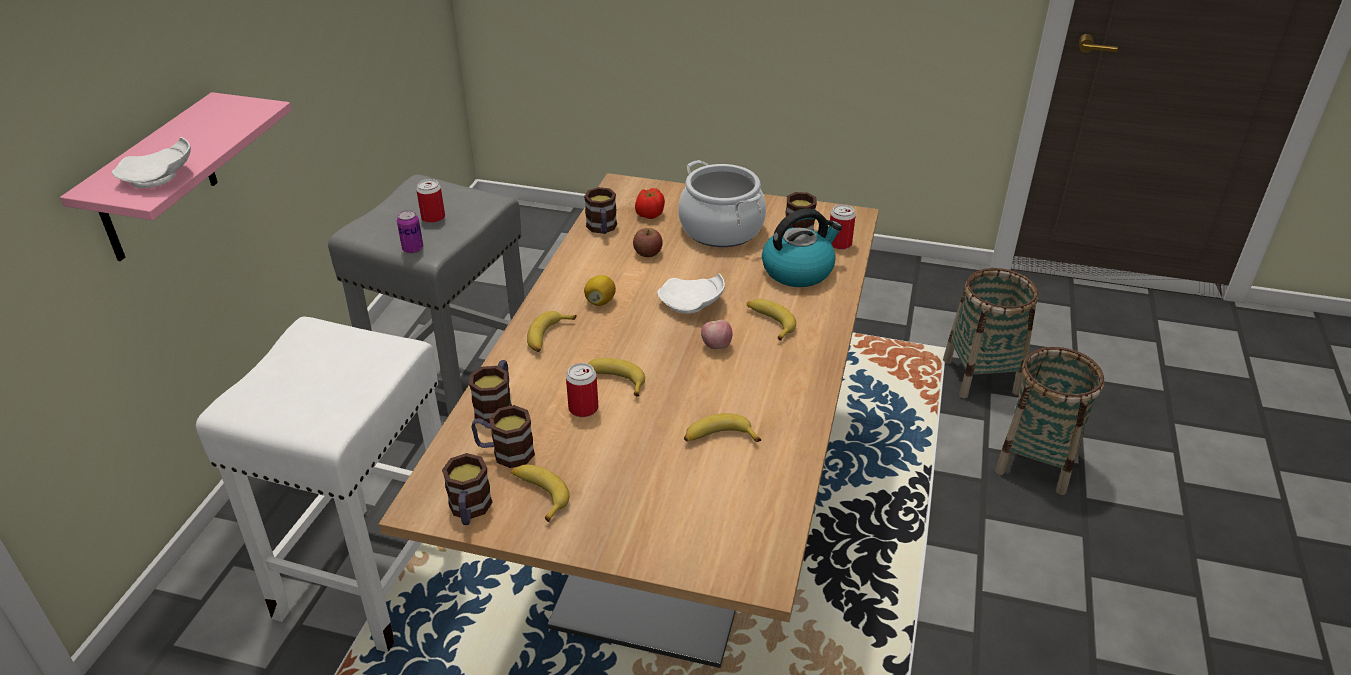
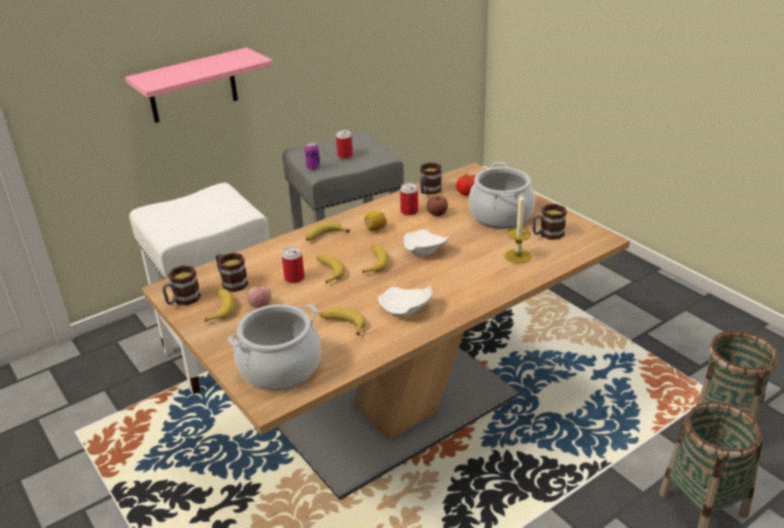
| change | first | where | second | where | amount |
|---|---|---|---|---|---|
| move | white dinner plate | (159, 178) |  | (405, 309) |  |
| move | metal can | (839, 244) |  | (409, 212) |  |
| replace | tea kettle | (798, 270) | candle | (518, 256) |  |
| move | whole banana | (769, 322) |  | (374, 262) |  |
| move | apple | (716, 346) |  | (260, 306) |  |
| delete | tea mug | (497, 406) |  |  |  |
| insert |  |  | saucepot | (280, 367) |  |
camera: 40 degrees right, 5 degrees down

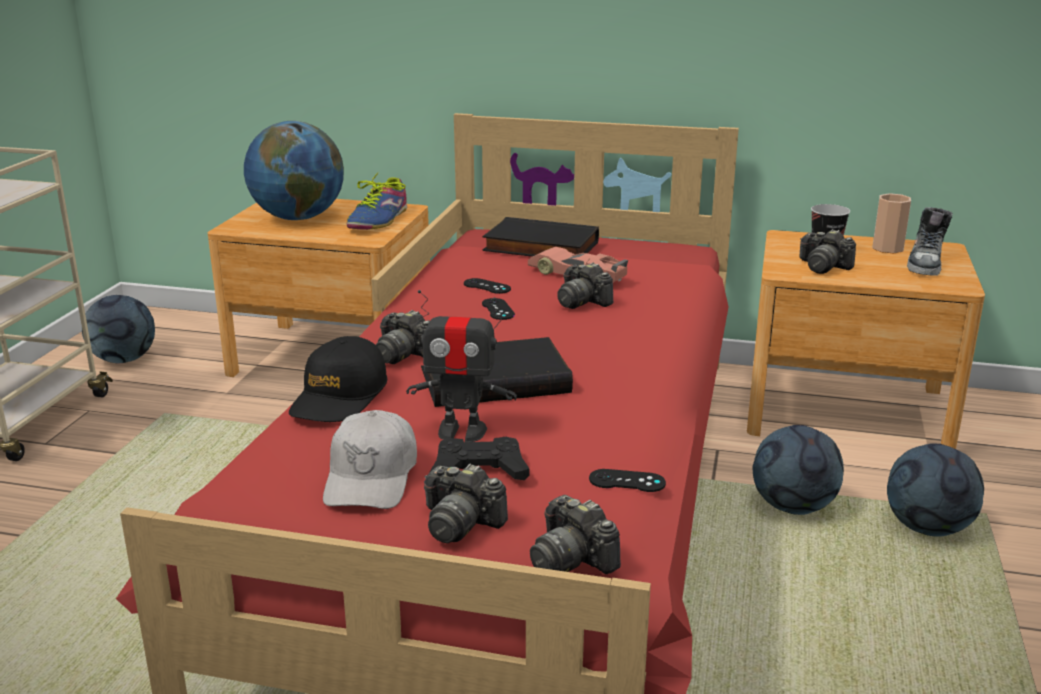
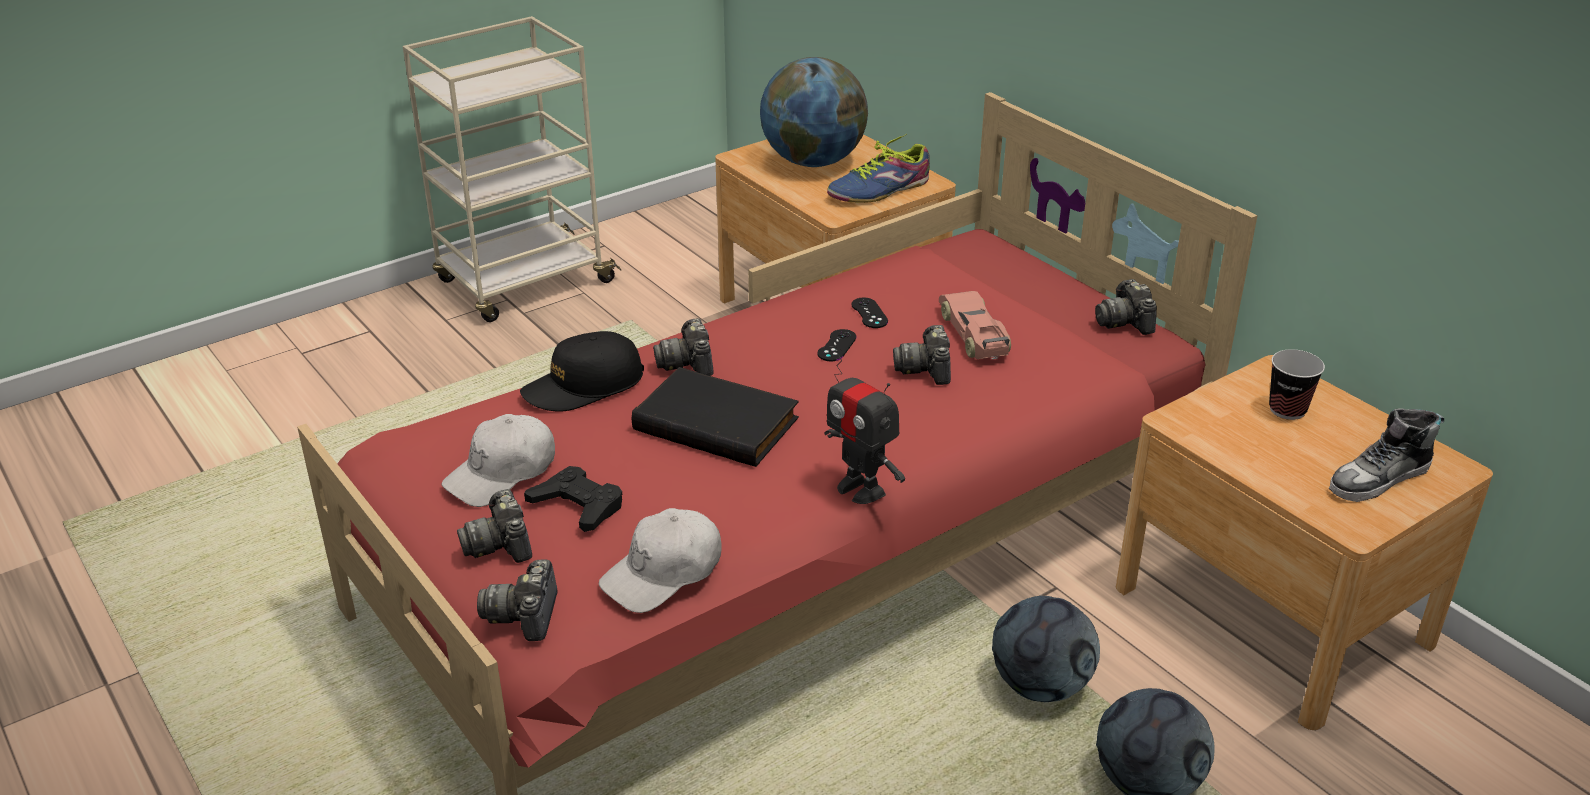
| change | first | where | second | where | amount |
|---|---|---|---|---|---|
| delete | cup | (887, 248) |  |  |  |
| delete | black book | (539, 247) |  |  |  |
| move | photo camera | (823, 267) |  | (1125, 322) |  |
| move | model robot | (461, 432) |  | (861, 489) |  |
| delete | football ball | (123, 359) |  |  |  |
| replace | black gamepad | (627, 481) | white cap | (663, 573) |  |
camera: 40 degrees right, 10 degrees up

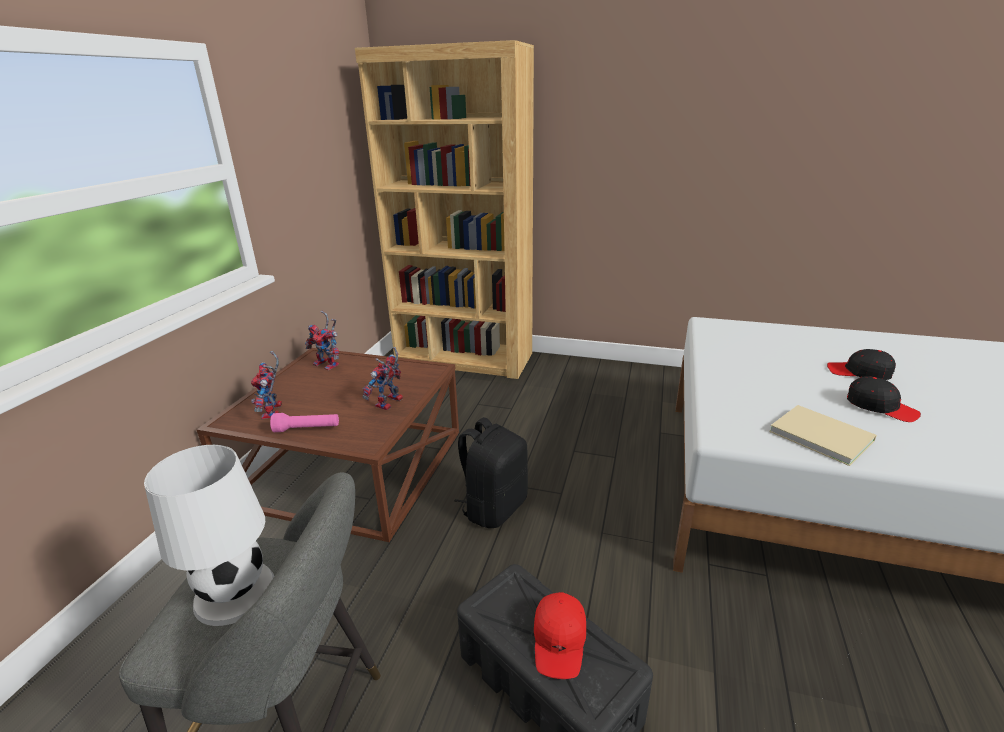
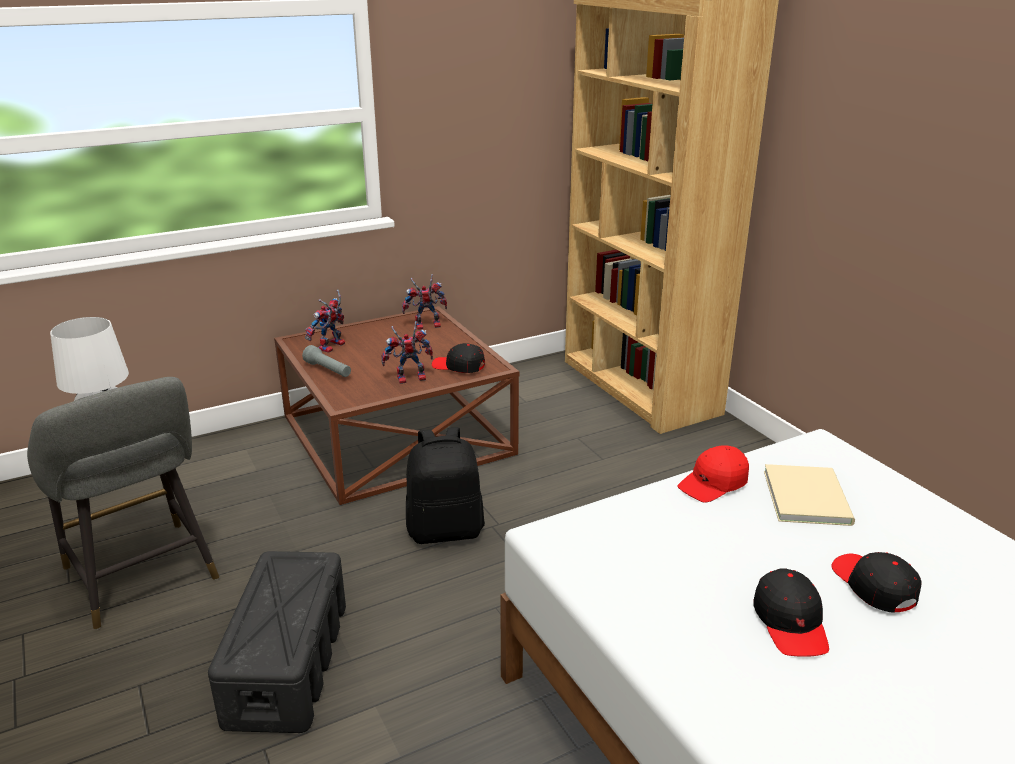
| change | first | where | second | where | amount |
|---|---|---|---|---|---|
| rotate | model robot | (329, 364) |  | (425, 327) | 90 degrees clockwise |
| move | beige book | (819, 434) |  | (808, 496) |  |
| recolor | pink hand torch | (307, 429) | grey hand torch | (328, 370) |  |
| move | red-coloured cap | (559, 641) |  | (713, 483) |  |
| insert |  |  | black cap | (459, 366) |  |
camera: 45 degrees right, 0 degrees up

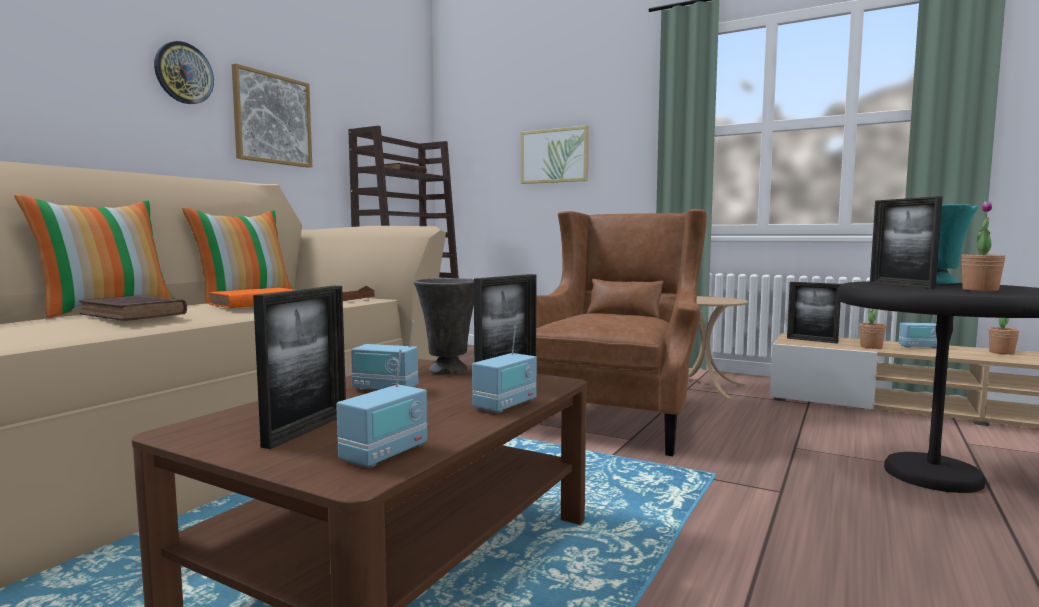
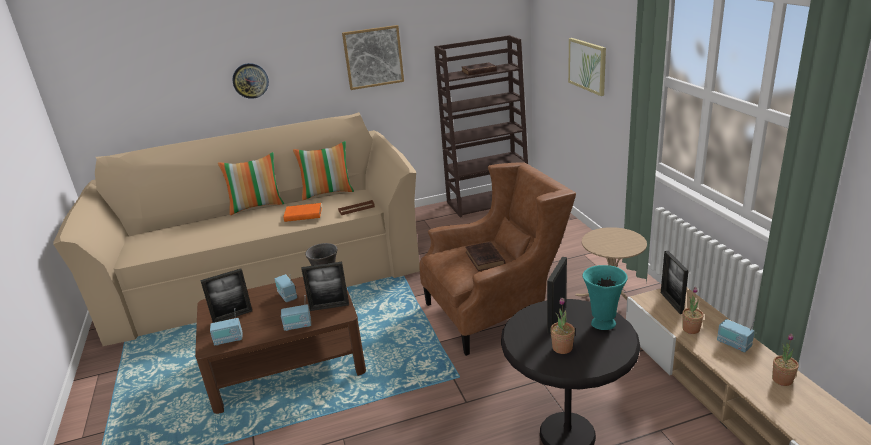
| change | first | where | second | where | amount |
|---|---|---|---|---|---|
| move | wall clock | (183, 73) |  | (250, 80) |  |
| move | brown-coloured book | (135, 314) |  | (485, 259) |  |
camera: 45 degrees right, 20 degrees up

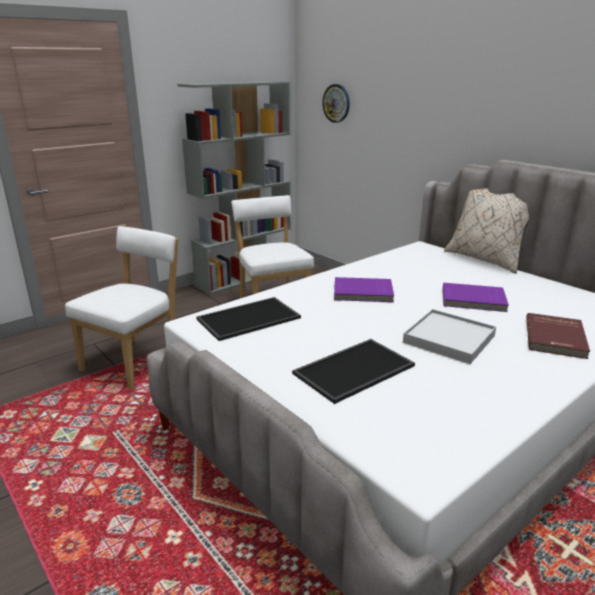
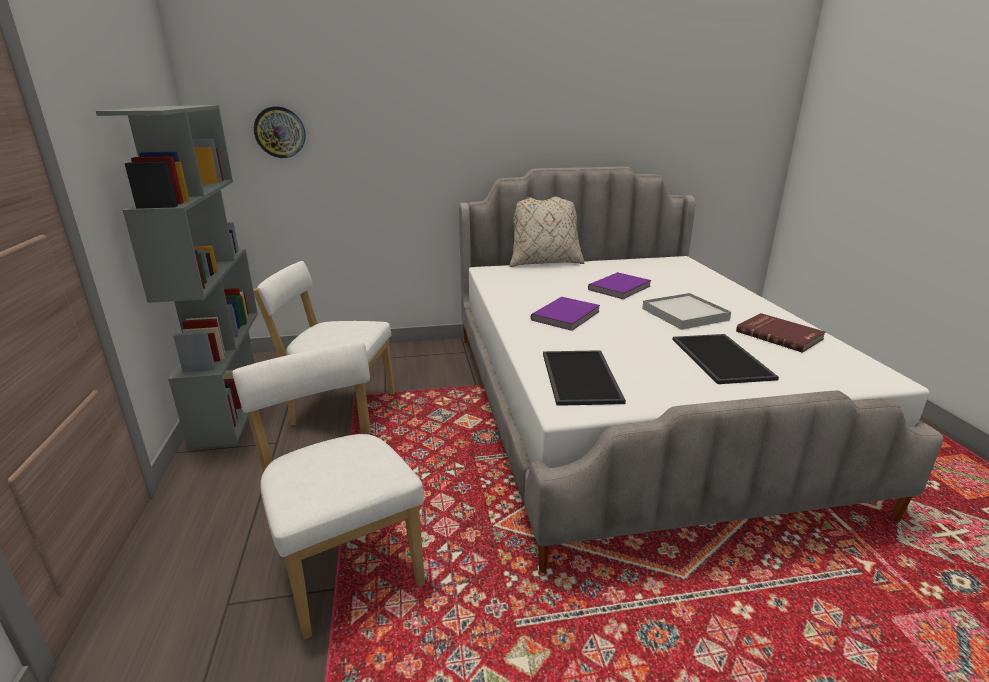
| change | first | where | second | where | amount |
|---|---|---|---|---|---|
| move | red-coloured book | (556, 338) |  | (779, 335) |  |
camera: 60 degrees left, 0 degrees up

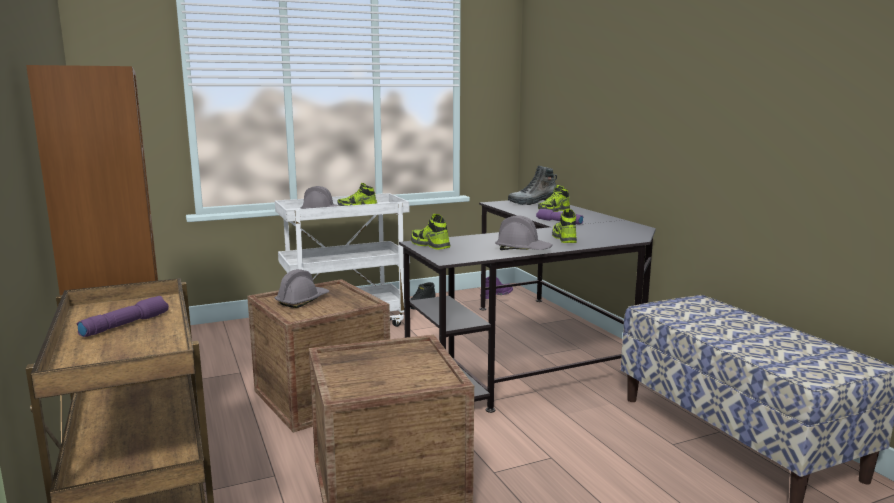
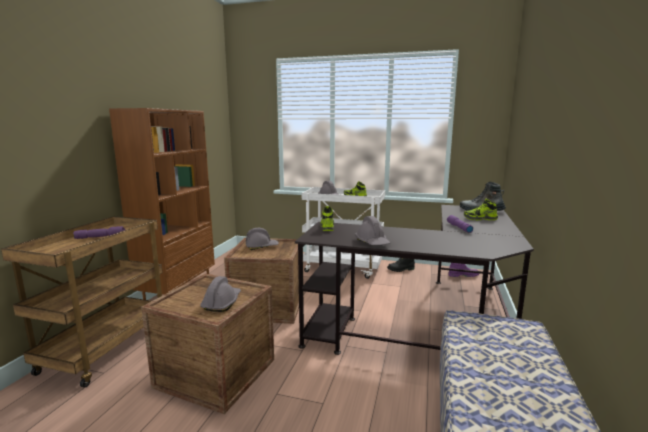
| change | first | where | second | where | amount |
|---|---|---|---|---|---|
| delete | item of footwear | (564, 238) |  |  |  |
| insert |  |  | grey safety helmet | (222, 303) |  |
camera: 40 degrees right, 0 degrees up

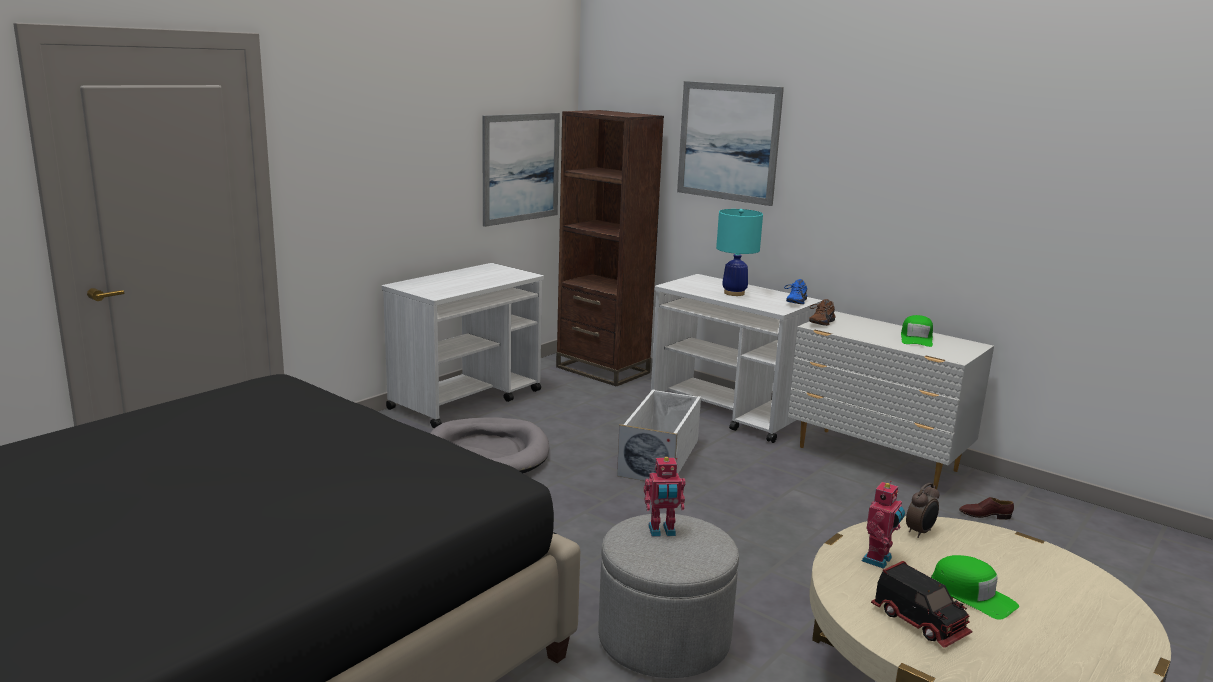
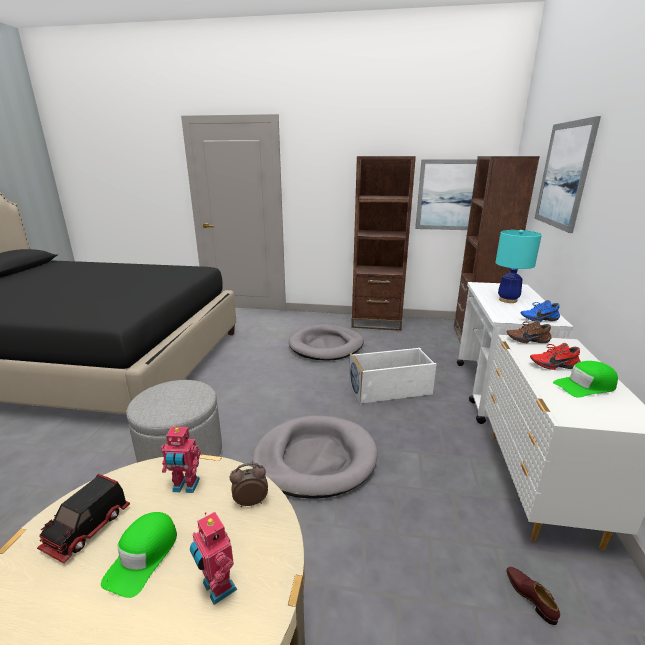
| change | first | where | second | where | amount |
|---|---|---|---|---|---|
| replace | white cart | (467, 399) | brown-coloured bookshelf | (376, 322) |  |
| move | model robot | (662, 531) |  | (217, 587) |  |
| rotate | alarm clock | (920, 532) |  | (250, 501) | 150 degrees clockwise |
| insert |  |  | red-coloured item of footwear | (552, 365) |  |
| insert |  |  | grey dog cushion | (315, 459) |  |
camera: 60 degrees right, 5 degrees up

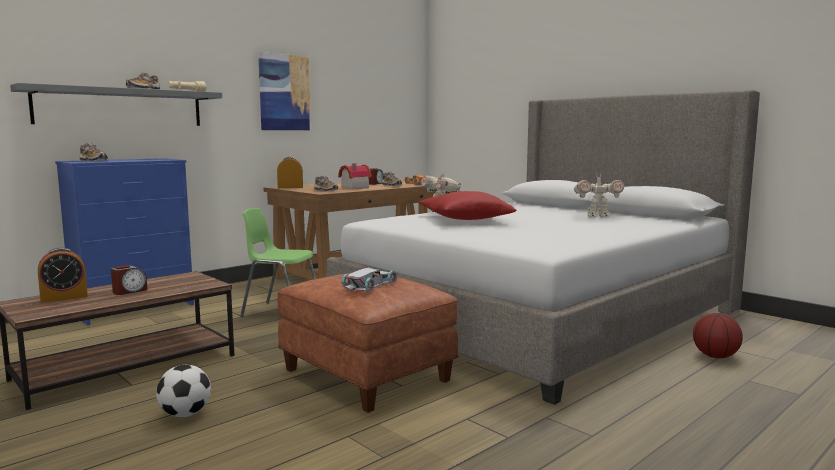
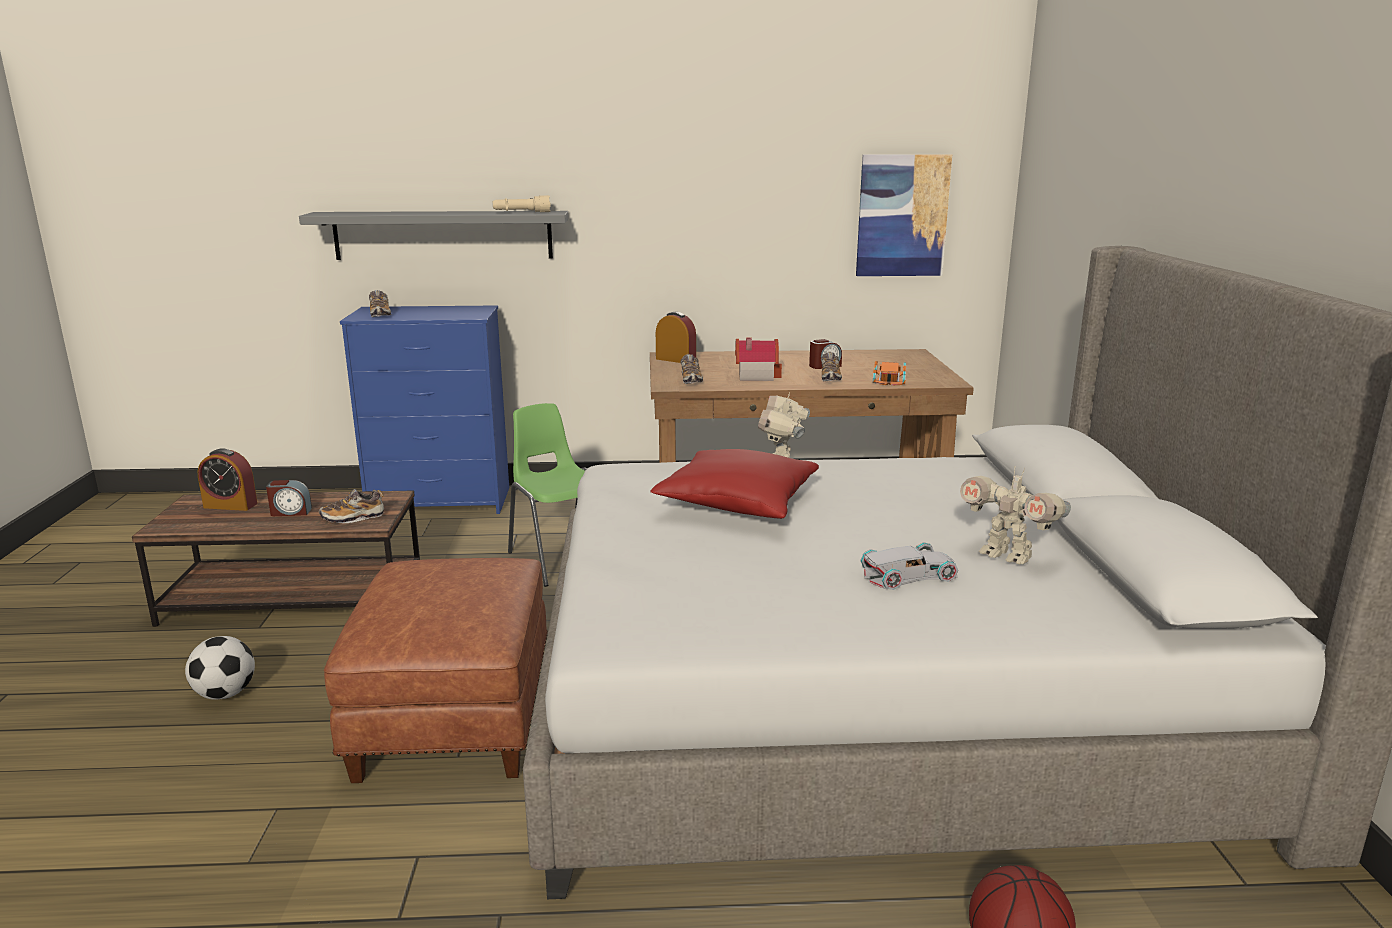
| change | first | where | second | where | amount |
|---|---|---|---|---|---|
| move | wall picture | (284, 92) |  | (902, 216) |  |
| move | item of footwear | (143, 89) |  | (353, 518) |  |
| move | white toy car | (371, 285) |  | (909, 575) |  |
camera: 40 degrees right, 10 degrees up

